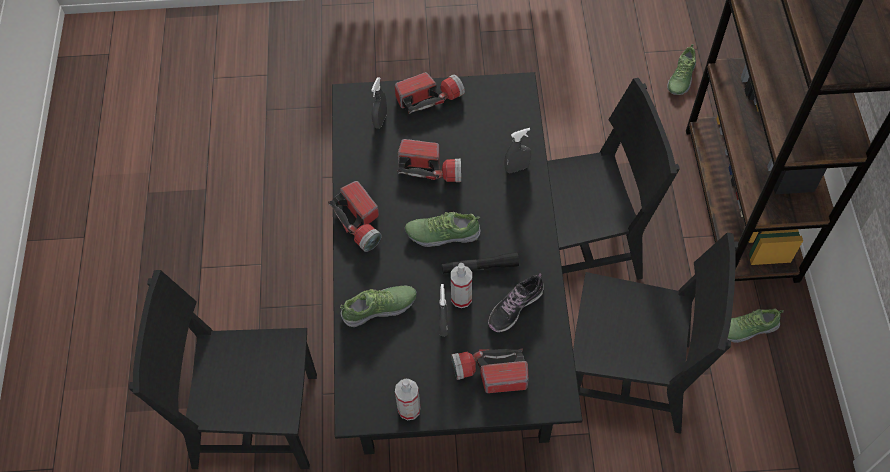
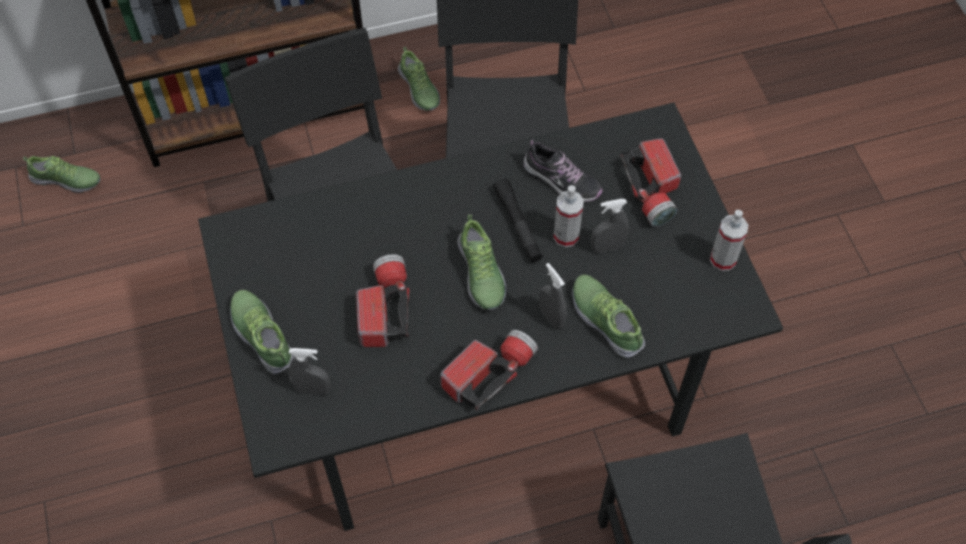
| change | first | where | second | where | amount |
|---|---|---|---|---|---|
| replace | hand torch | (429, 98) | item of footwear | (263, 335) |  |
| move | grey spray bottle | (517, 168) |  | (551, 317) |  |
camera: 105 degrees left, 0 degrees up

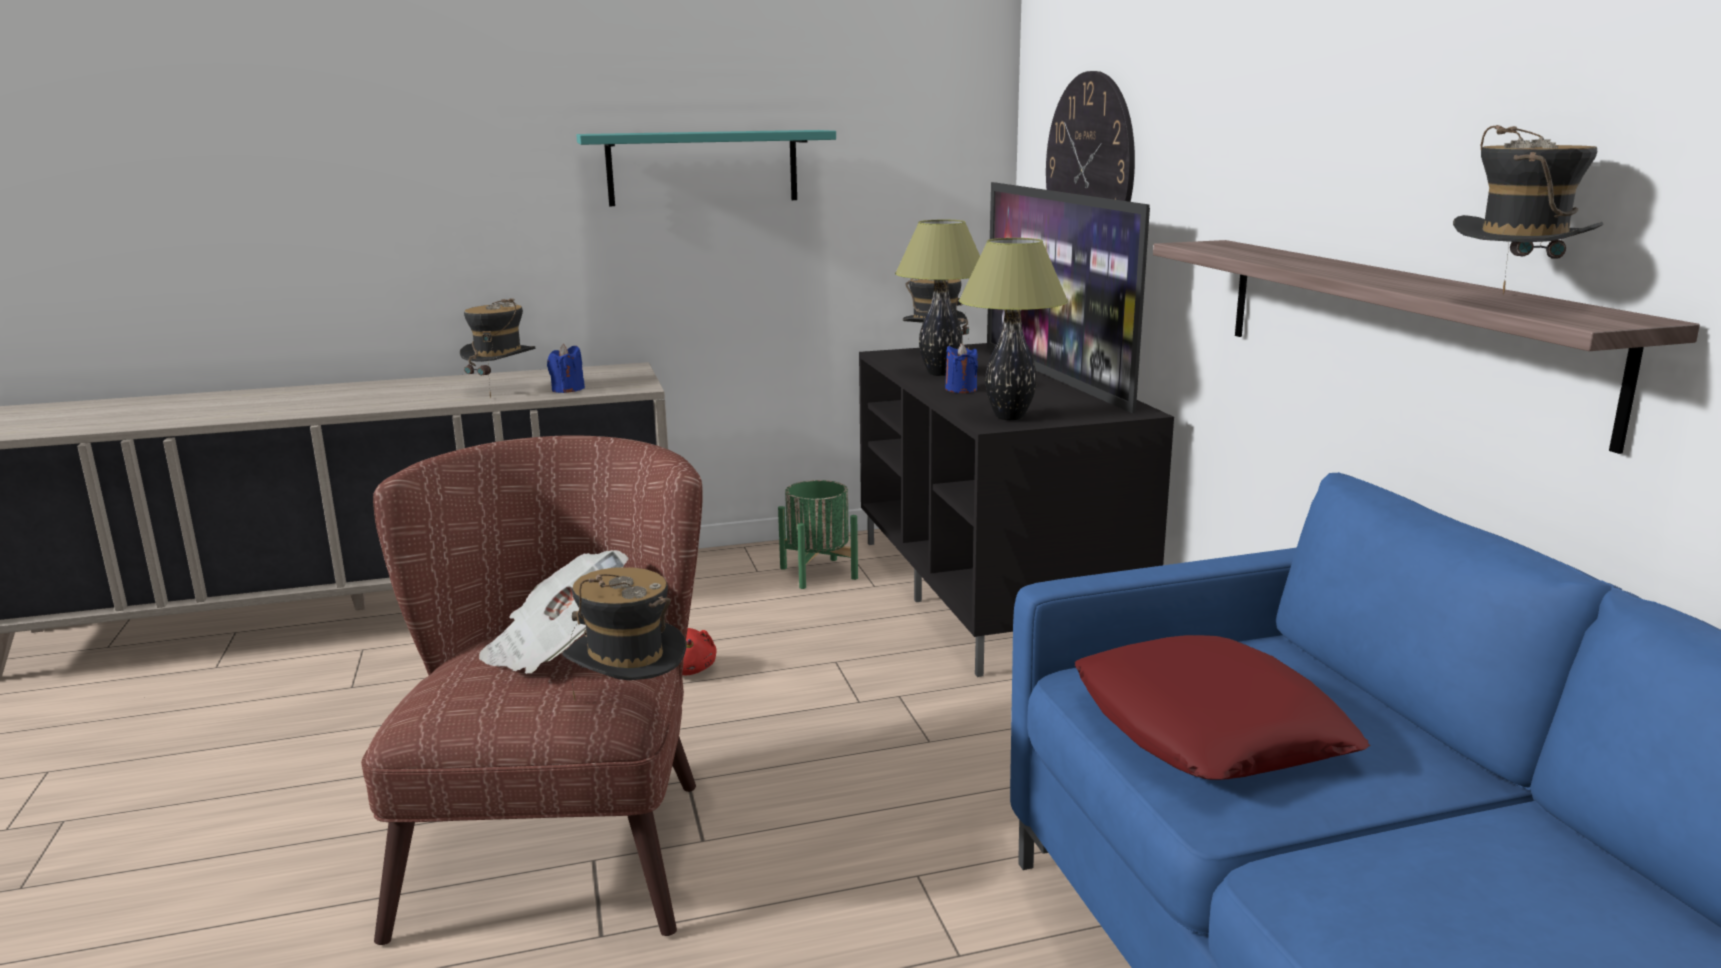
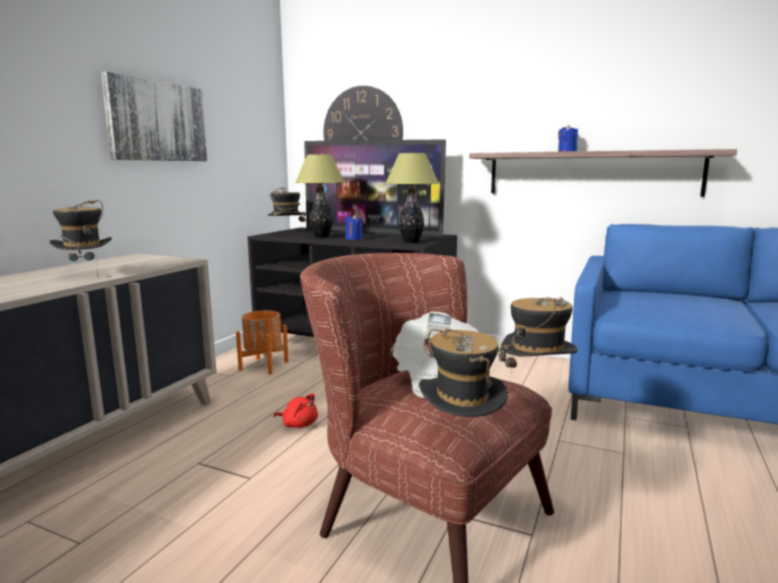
| change | first | where | second | where | amount |
|---|---|---|---|---|---|
| move | wearable hat | (1513, 304) |  | (460, 437) |  |
| replace | blue-green bracket shelf | (703, 167) | wall picture | (157, 121) |  |
| move | blue candle | (567, 389) |  | (567, 151) |  |
| recolor | green-coloured flower pot | (818, 573) | orange-coloured flower pot | (263, 365) |  |
| delete | red-coloured cushion | (1209, 727) |  |  |  |
camera: 50 degrees left, 5 degrees down

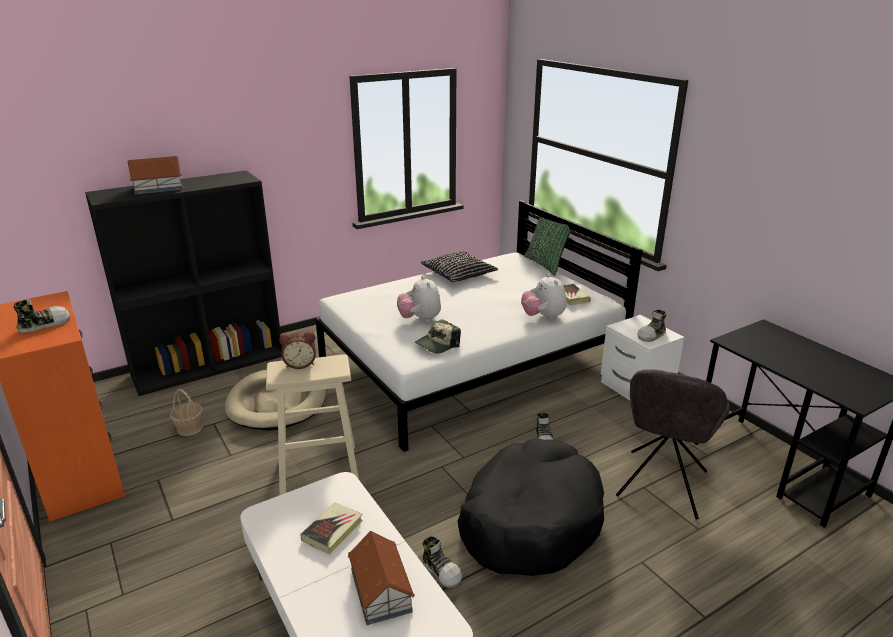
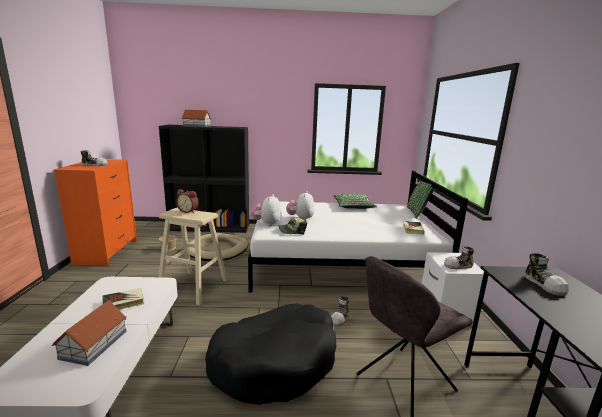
| change | first | where | second | where | amount |
|---|---|---|---|---|---|
| recolor | black cushion | (458, 274) | green-coloured cushion | (353, 206) |  |
| move | cuddly toy | (543, 317) |  | (266, 223) |  |
| move | item of footwear | (442, 570) |  | (544, 284) |  |
camera: 30 degrees right, 10 degrees down

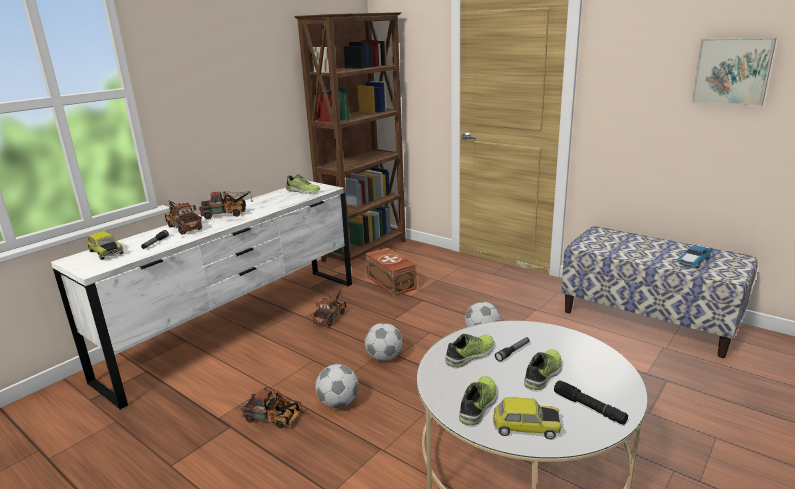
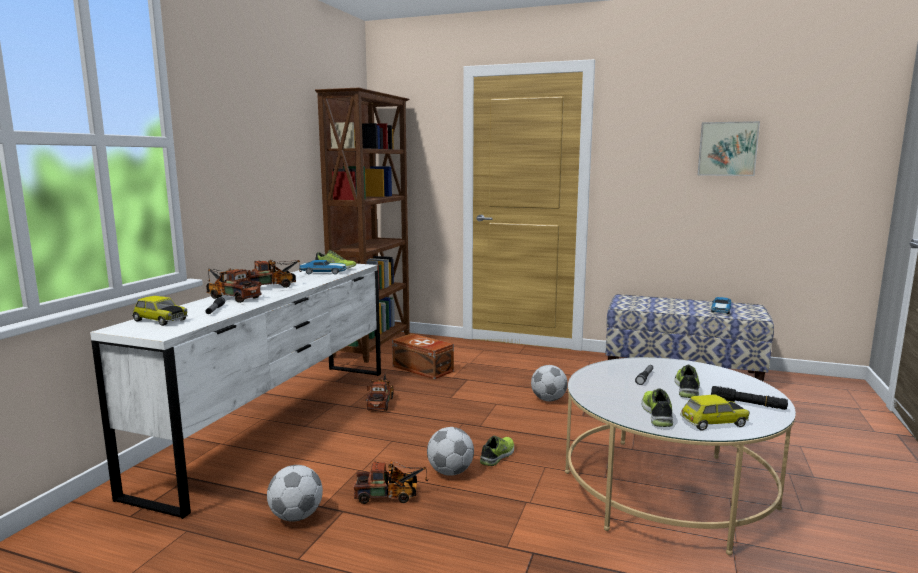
| change | first | where | second | where | amount |
|---|---|---|---|---|---|
| move | football ball | (384, 357) |  | (296, 516) |  |
| move | item of footwear | (471, 355) |  | (498, 456) |  |
| insert |  |  | toy car | (324, 272) |  |
camera: 20 degrees left, 10 degrees down

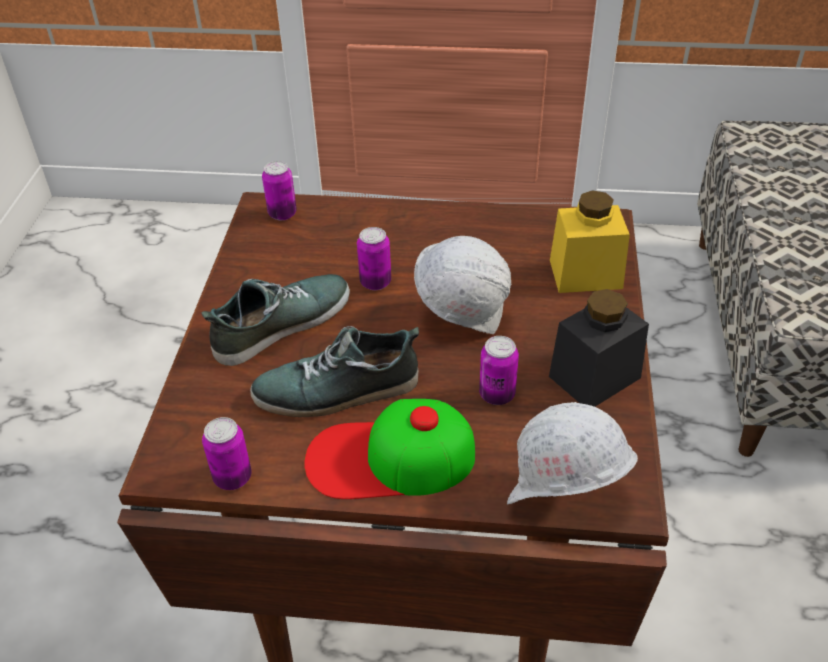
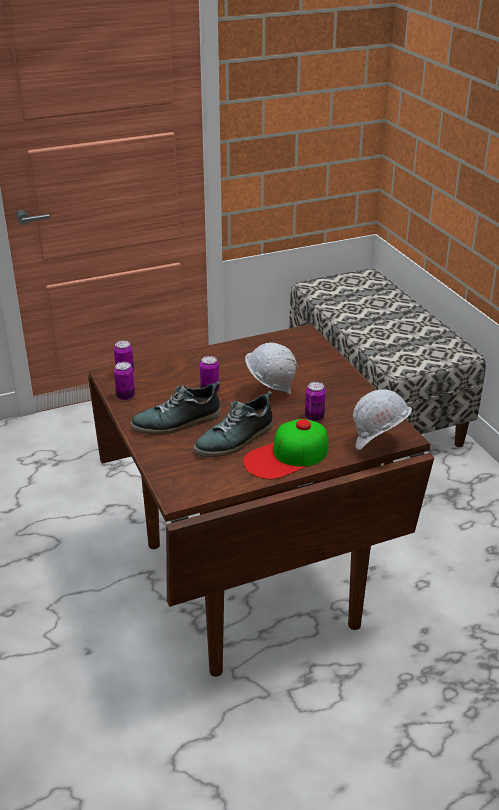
| change | first | where | second | where | amount |
|---|---|---|---|---|---|
| delete | yellow storage jar | (585, 274) |  |  |  |
| rotate | item of footwear | (281, 324) |  | (177, 422) | 135 degrees counterclockwise |
| delete | black storage jar | (594, 377) |  |  |  |
| move | metal can | (232, 477) |  | (125, 396) |  |
camera: 30 degrees left, 10 degrees down

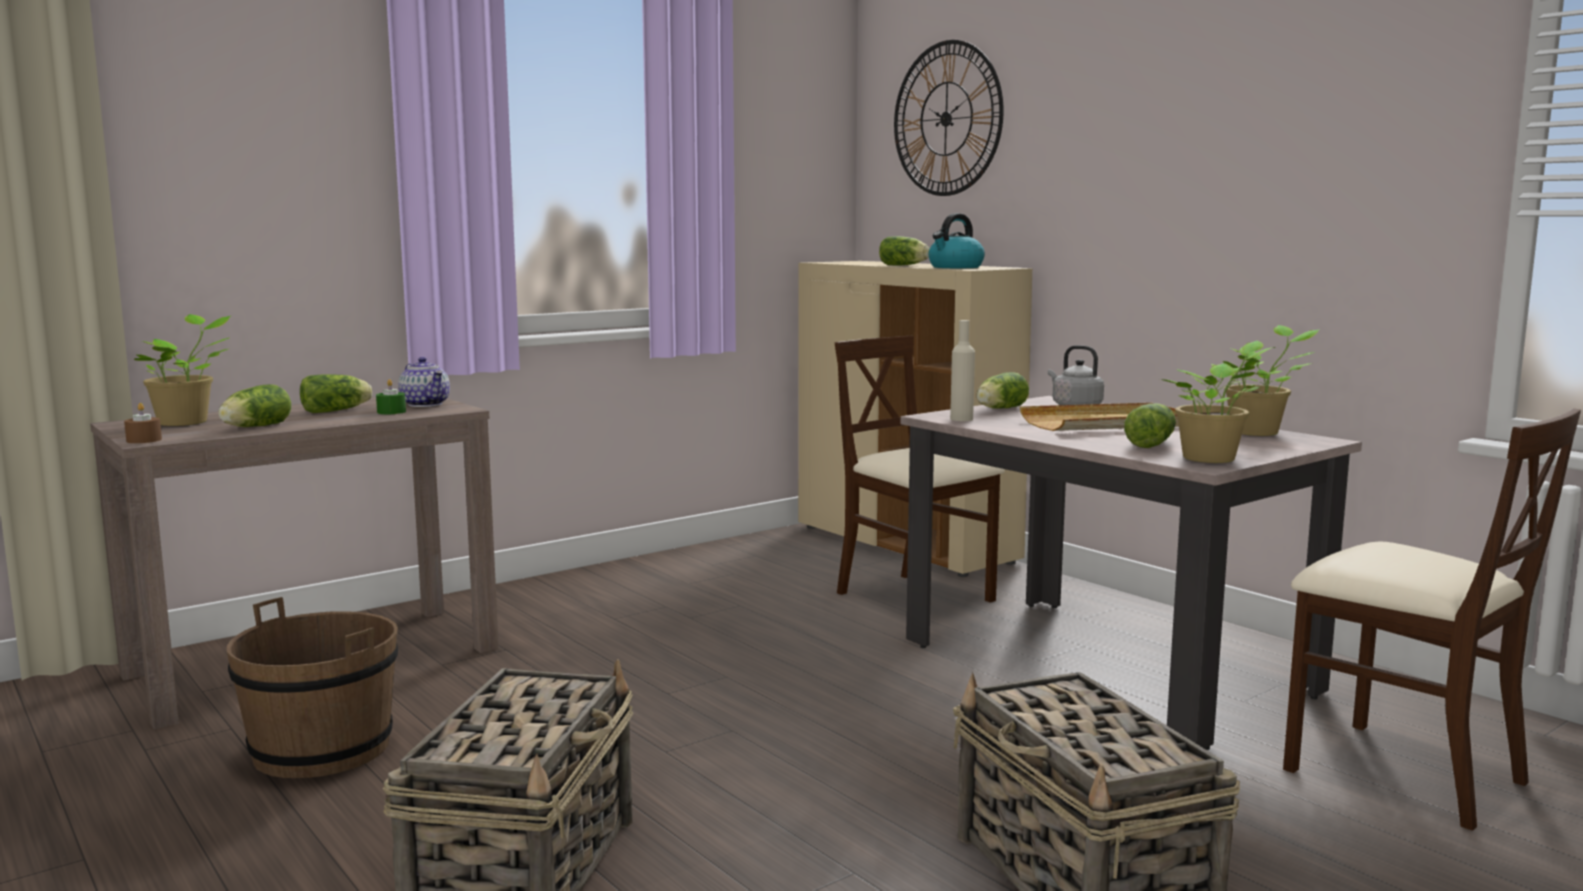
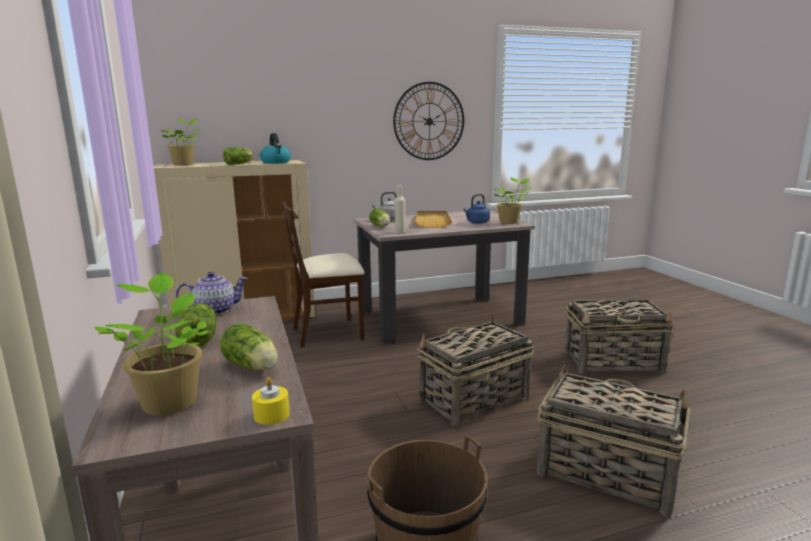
| change | first | where | second | where | amount |
|---|---|---|---|---|---|
| move | wall clock | (946, 119) |  | (429, 121) |  |
| move | plant in a pot | (1258, 432) |  | (184, 164) |  |
| delete | green-coloured candle | (391, 412) |  |  |  |
| recolor | brown-coloured candle | (144, 440) | yellow candle | (271, 415) |  |
| replace | lettuce | (1152, 443) | blue tea kettle | (476, 222) |  |
| delete | beige upright chair | (1402, 772) |  |  |  |
| insert |  |  | household basket | (473, 399) |  |
camera: 70 degrees left, 5 degrees up

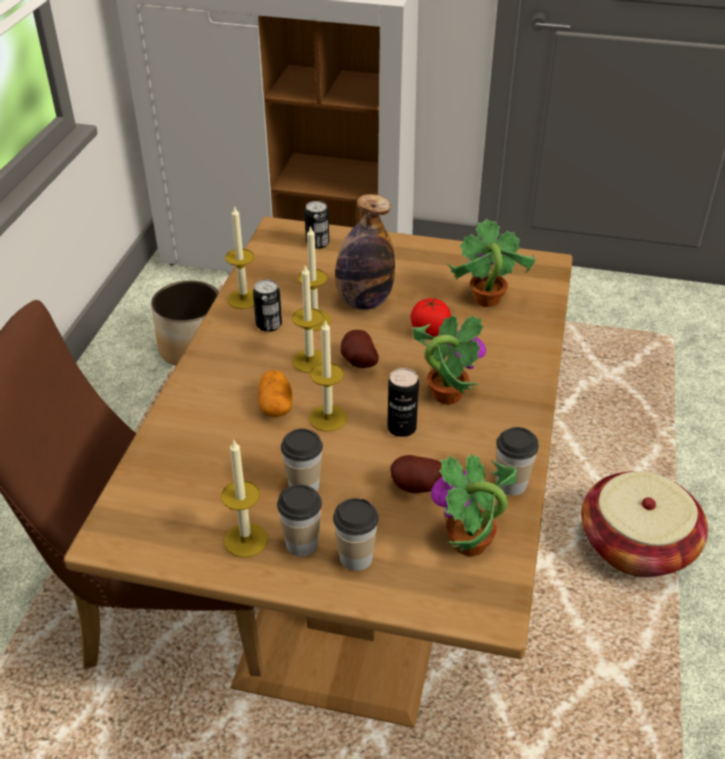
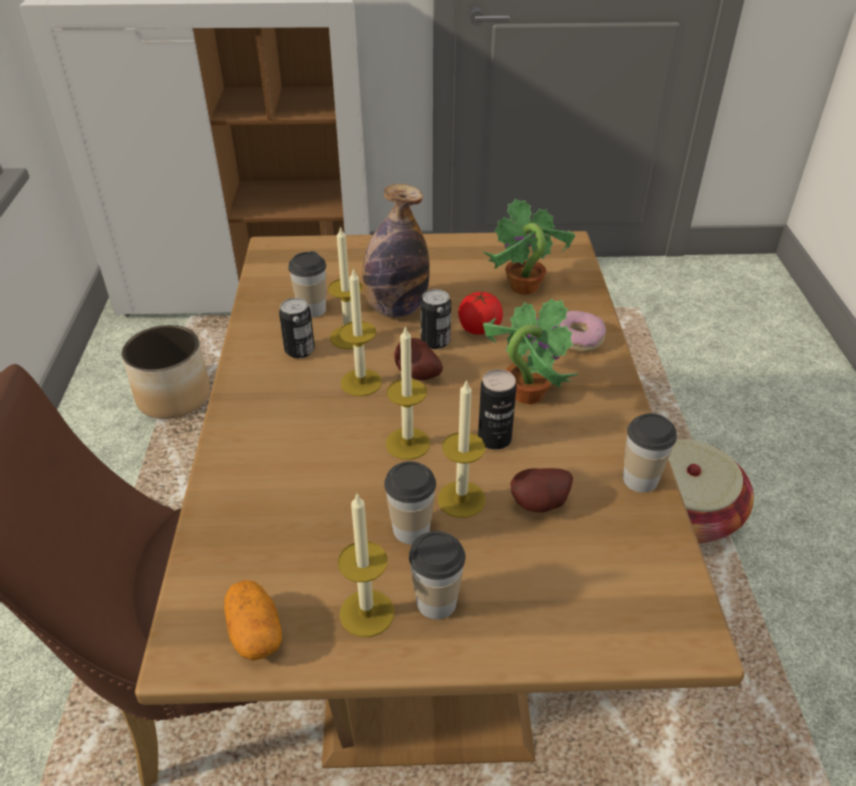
| change | first | where | second | where | amount |
|---|---|---|---|---|---|
| move | metal can | (317, 243) |  | (435, 341) |  |
| move | candle | (243, 299) |  | (461, 499) |  |
| move | potato | (275, 405) |  | (255, 632) |  |
| delete | plant in a pot | (469, 544) |  |  |  |
| move | cup | (356, 557) |  | (312, 309) |  |
| insert |  |  | donut | (578, 338) |  |
camera: 15 degrees left, 0 degrees up

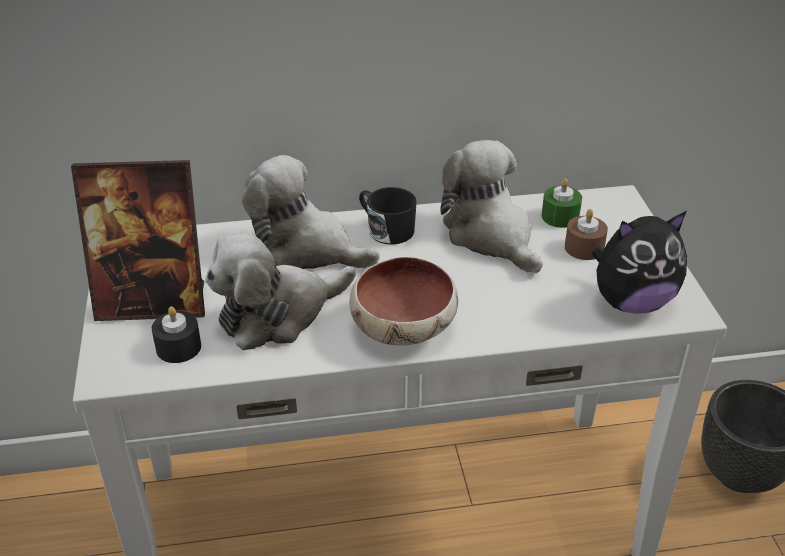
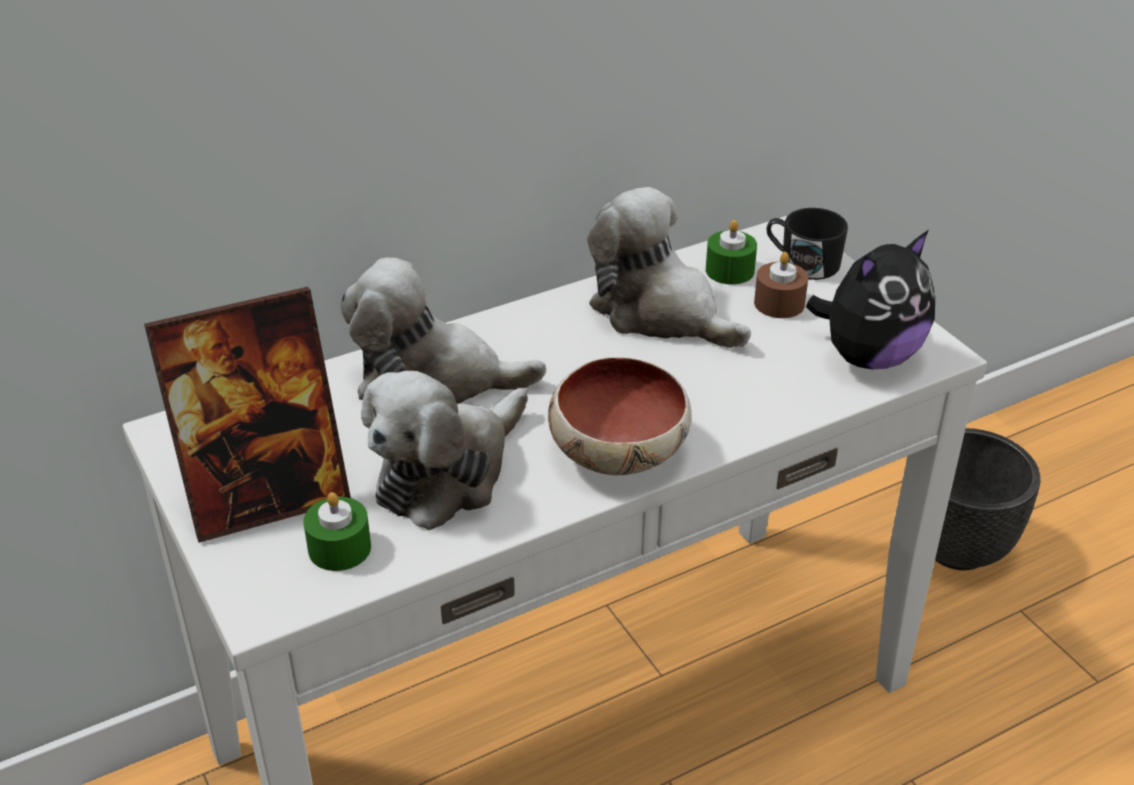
| change | first | where | second | where | amount |
|---|---|---|---|---|---|
| move | black tea mug | (386, 229) |  | (802, 263) |  |
| recolor | black candle | (178, 347) | green-coloured candle | (339, 548) |  |
camera: 20 degrees left, 0 degrees up

